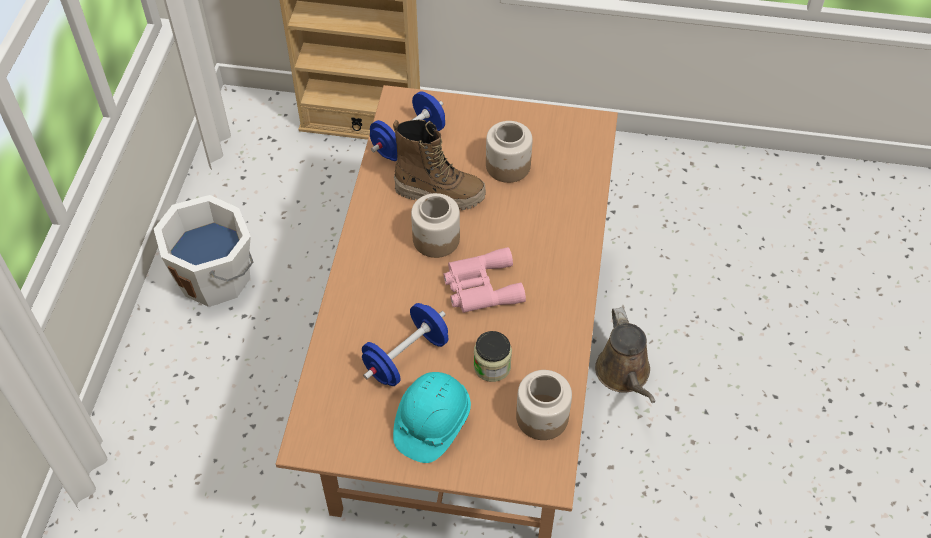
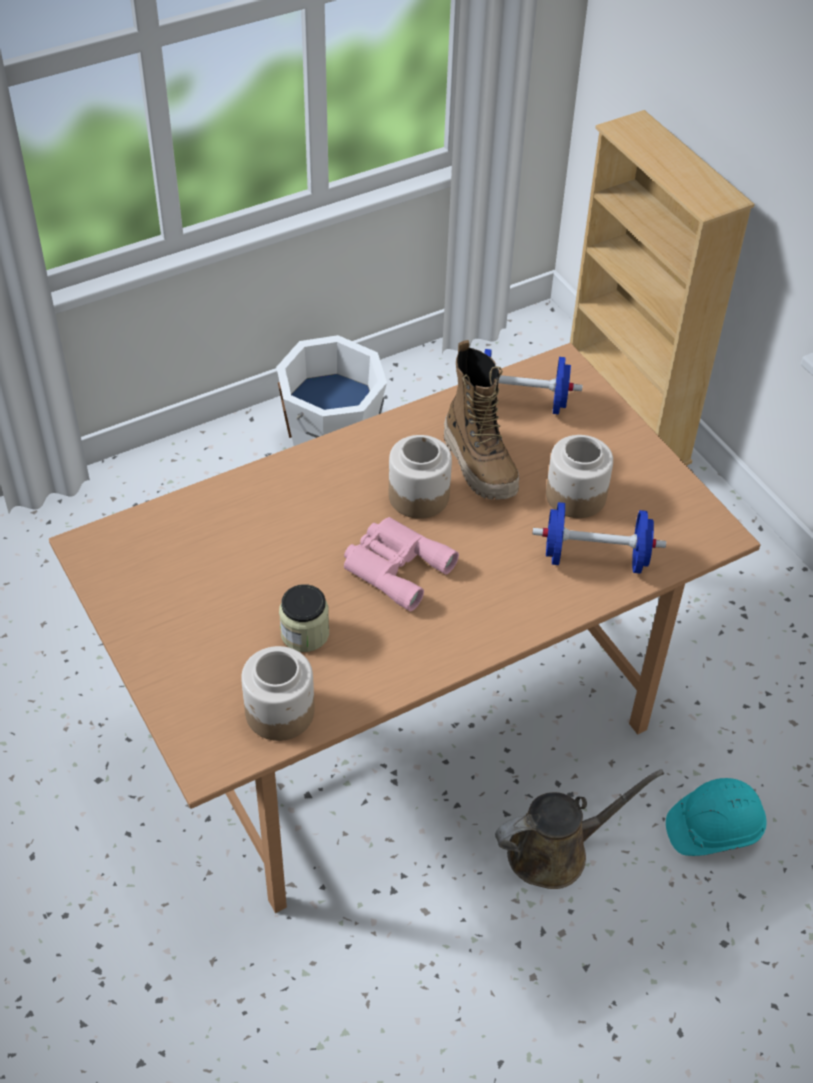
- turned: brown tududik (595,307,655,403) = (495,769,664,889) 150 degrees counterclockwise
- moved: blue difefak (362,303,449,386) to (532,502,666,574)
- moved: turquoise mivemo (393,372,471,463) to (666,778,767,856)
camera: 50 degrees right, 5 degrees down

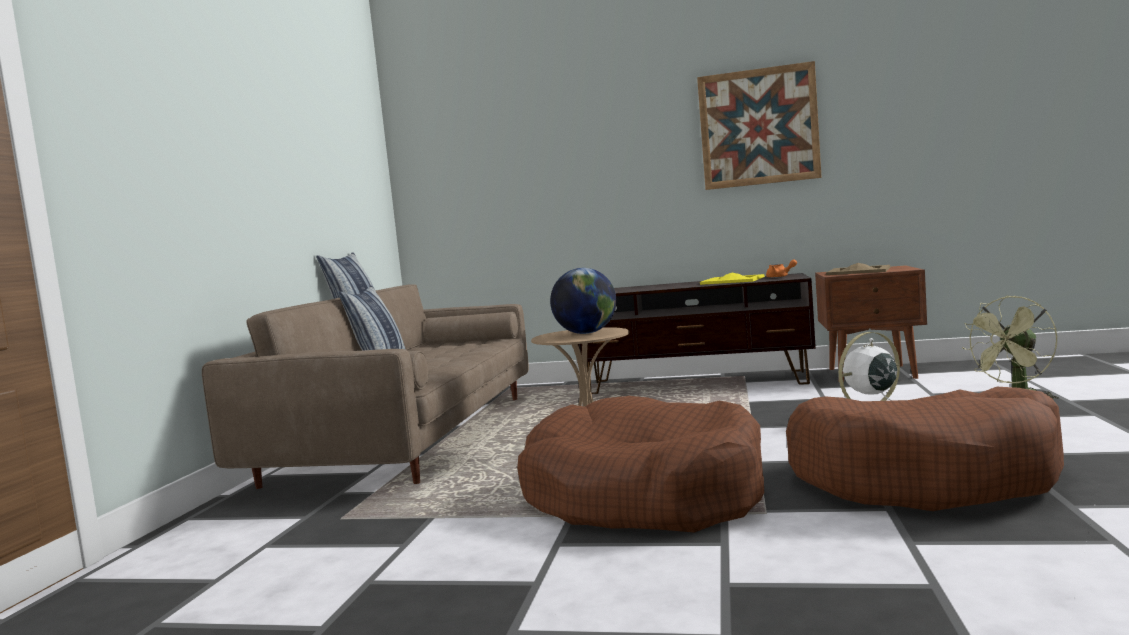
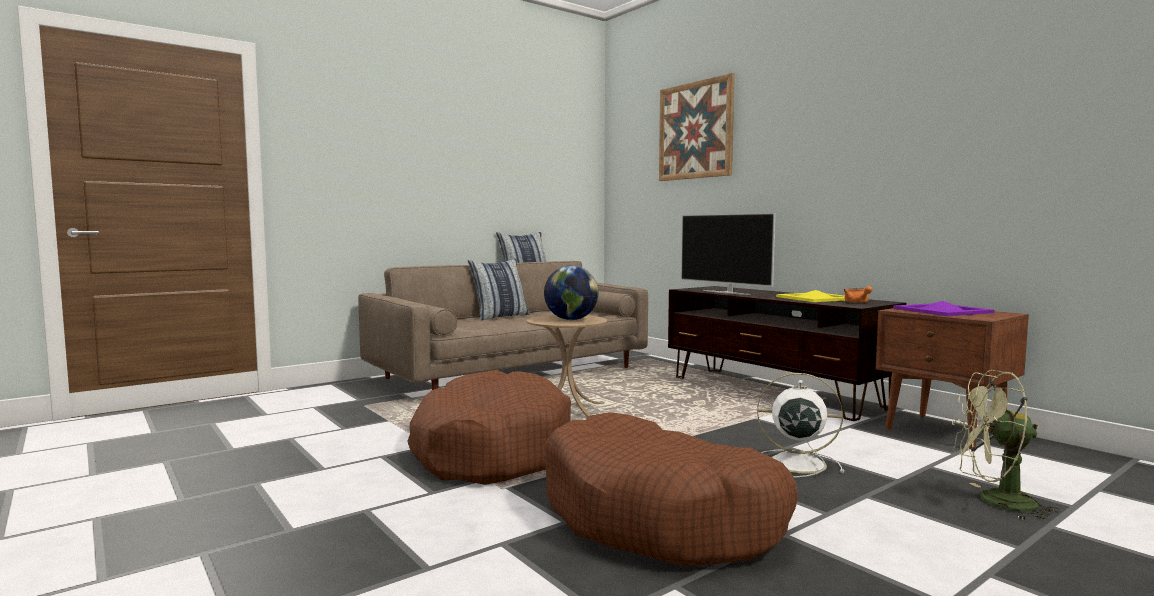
- moved: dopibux (697,61,822,190) to (659,73,734,181)
- added: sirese (681,213,775,295)
- recoloured: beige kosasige (826,263,890,275) to purple kosasige (893,301,995,316)
camera: 40 degrees right, 0 degrees up

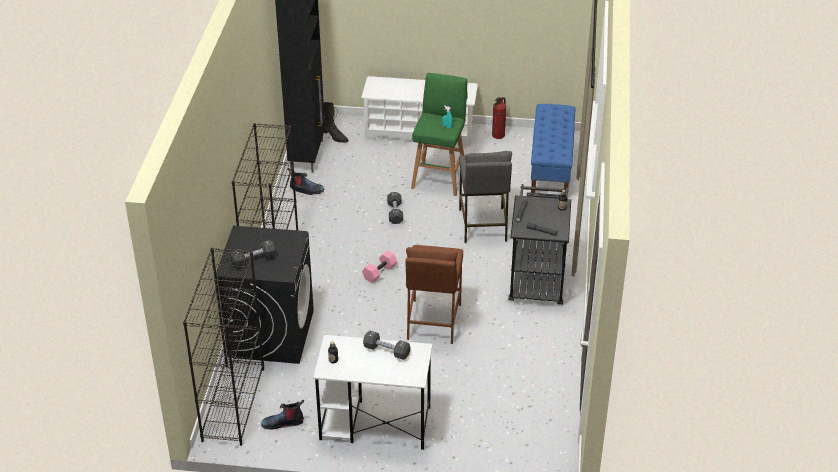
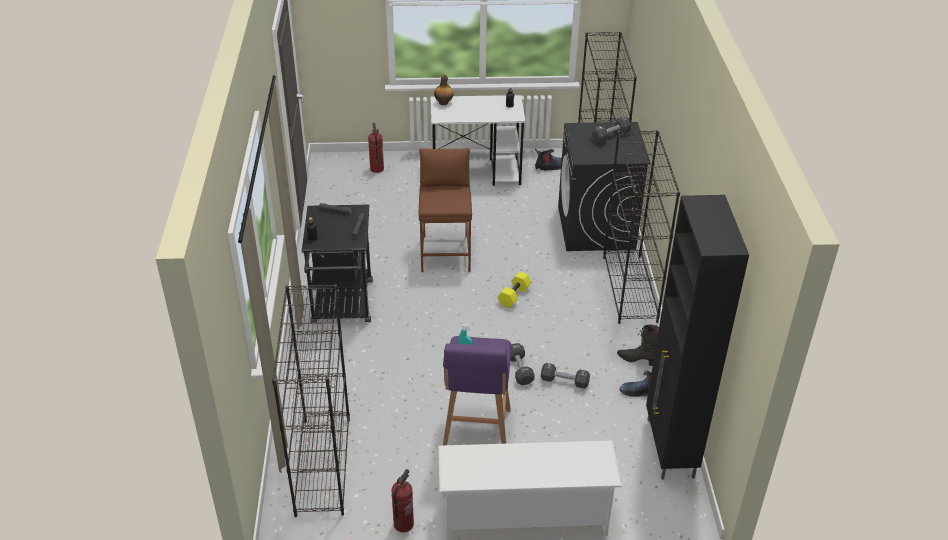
- replaced: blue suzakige (531,104,575,197) to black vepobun (272,284,350,517)
- added: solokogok (368,123,384,173)
- added: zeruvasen (434,75,454,105)
- recoloured: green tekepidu (411,73,467,196) to purple tekepidu (443,336,511,445)
- recoloured: pink difefak (362,250,397,283) to yellow difefak (498,271,531,308)
- moved: black difefak (363,331,410,360) to (541,363,590,389)
- moved: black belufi (324,102,349,143) to (617,324,659,366)
- removed: grey tekepidu (459,151,512,243)
camera: 170 degrees right, 0 degrees up

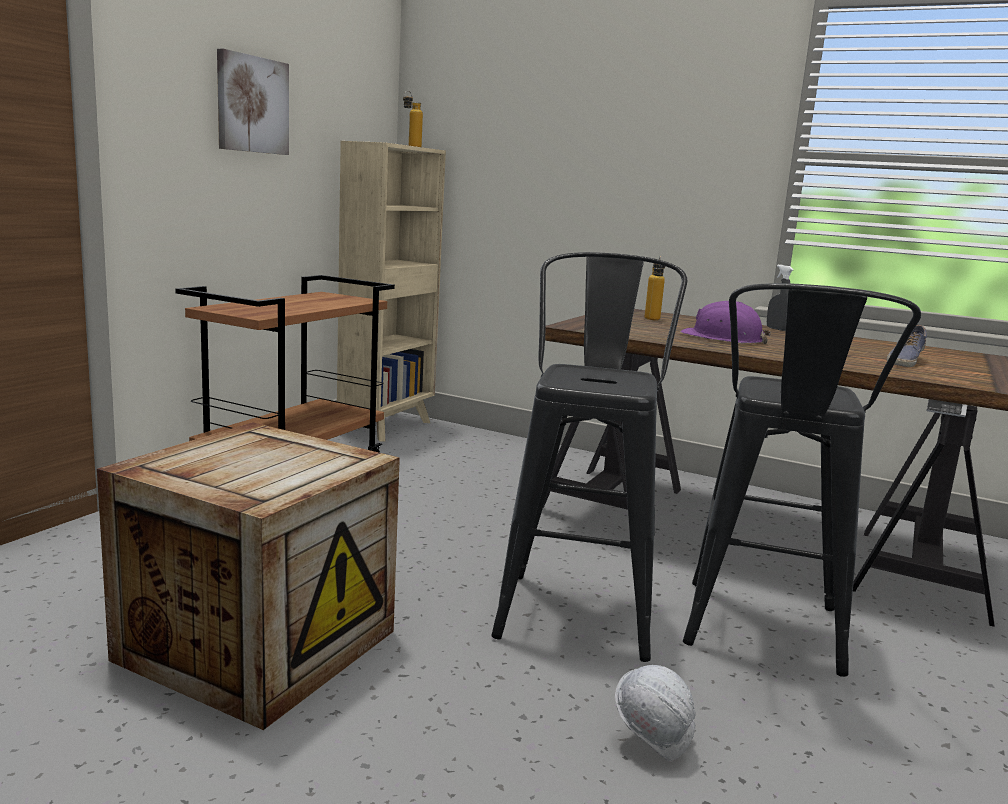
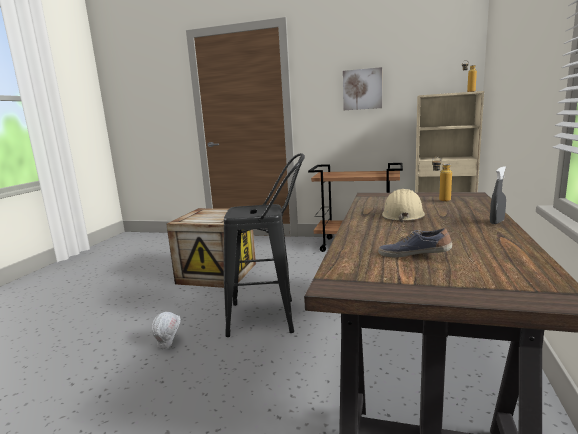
- recoloured: purple mivemo (680,301,772,344) to beige mivemo (382,189,425,223)
- removed: black tekepidu (683,283,921,677)
camera: 80 degrees right, 0 degrees up

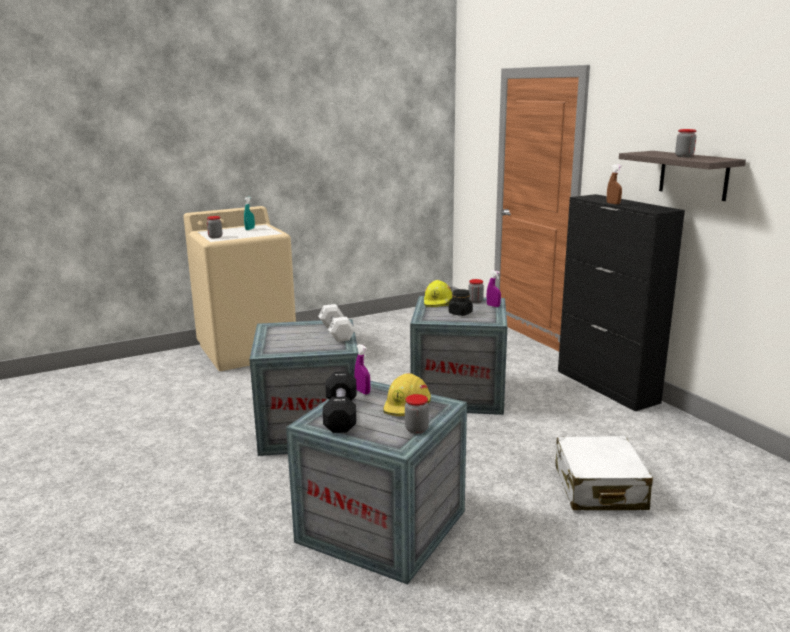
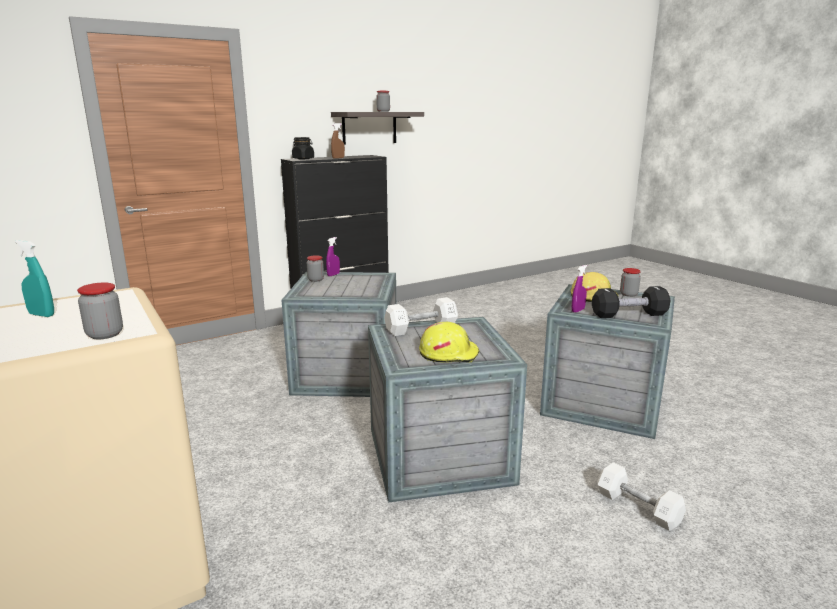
- moved: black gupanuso (449,289,473,316) to (292,137,314,159)
- moved: yellow mivemo (424,280,452,307) to (419,322,479,363)
- added: white difefak (598,462,686,531)
- removed: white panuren (555,436,653,510)
camera: 95 degrees left, 0 degrees up

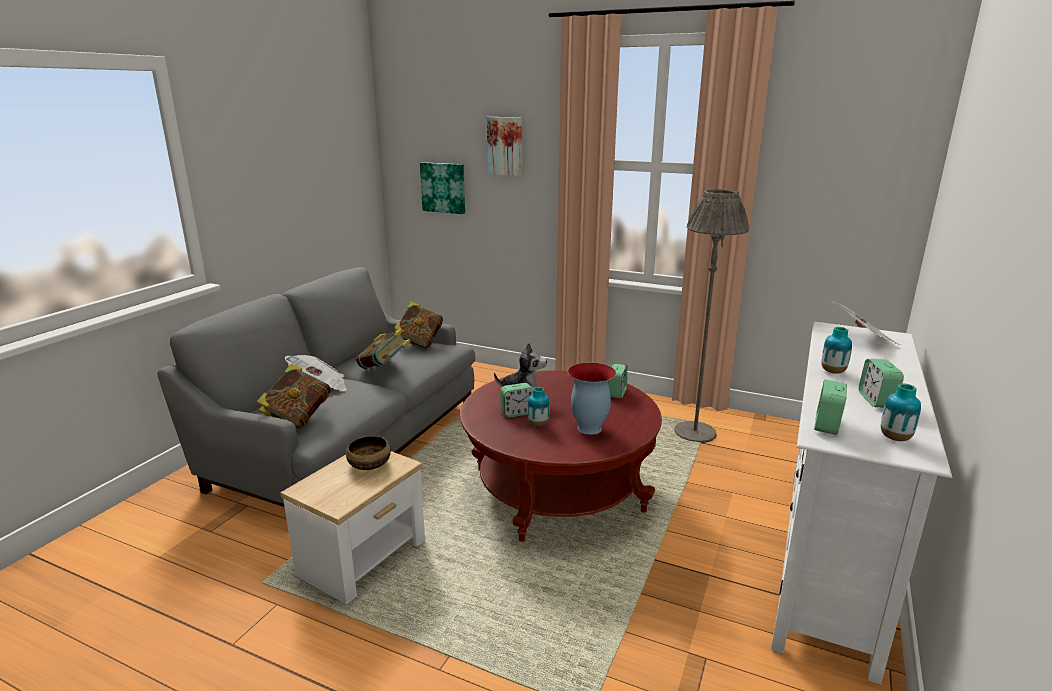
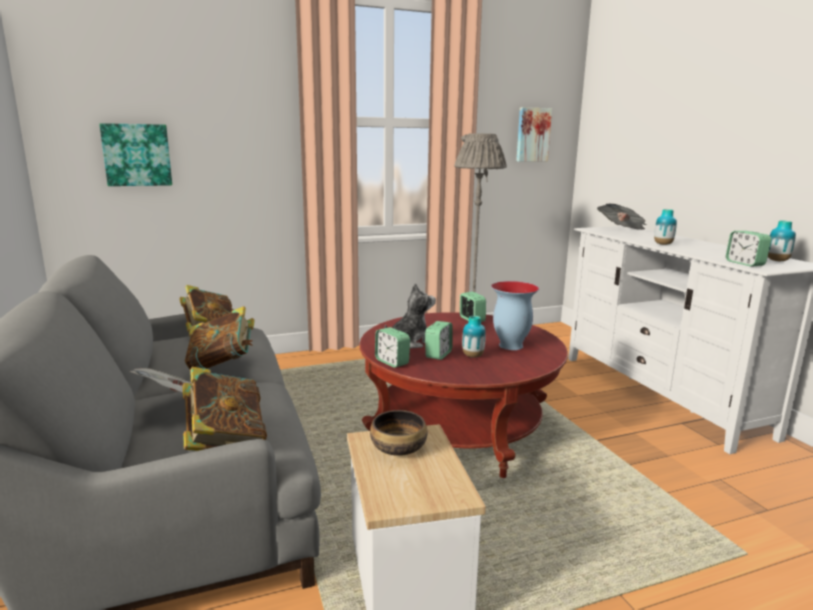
- moved: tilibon (859,359,904,407) to (375,327,410,368)
- moved: dopibux (487,117,522,176) to (516,107,552,162)
camera: 45 degrees left, 5 degrees down

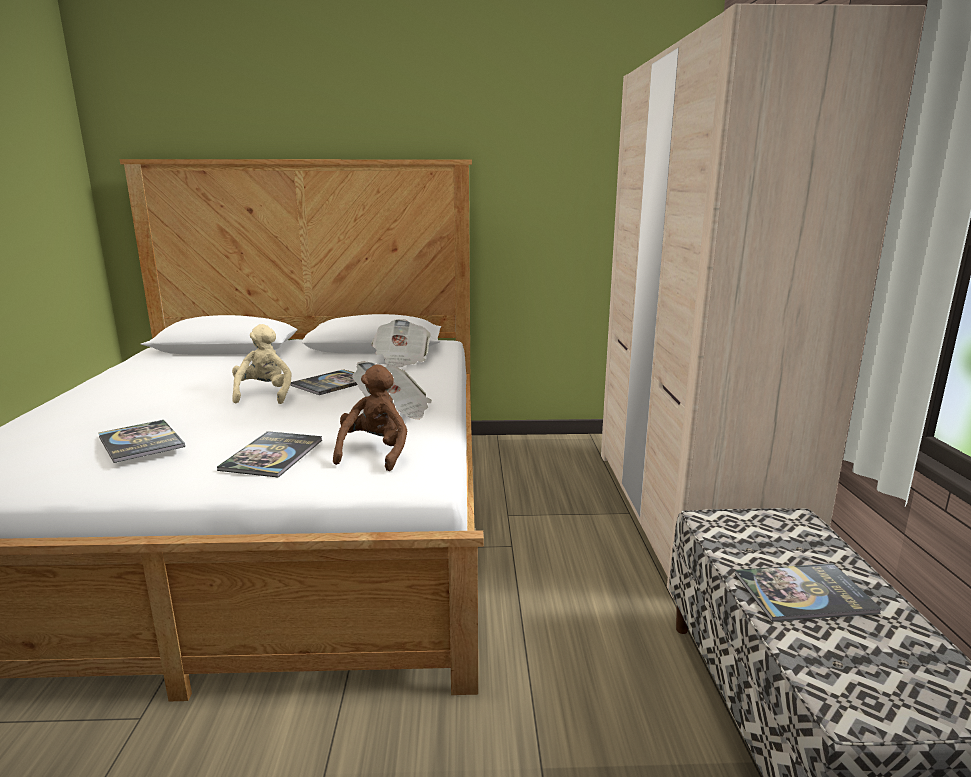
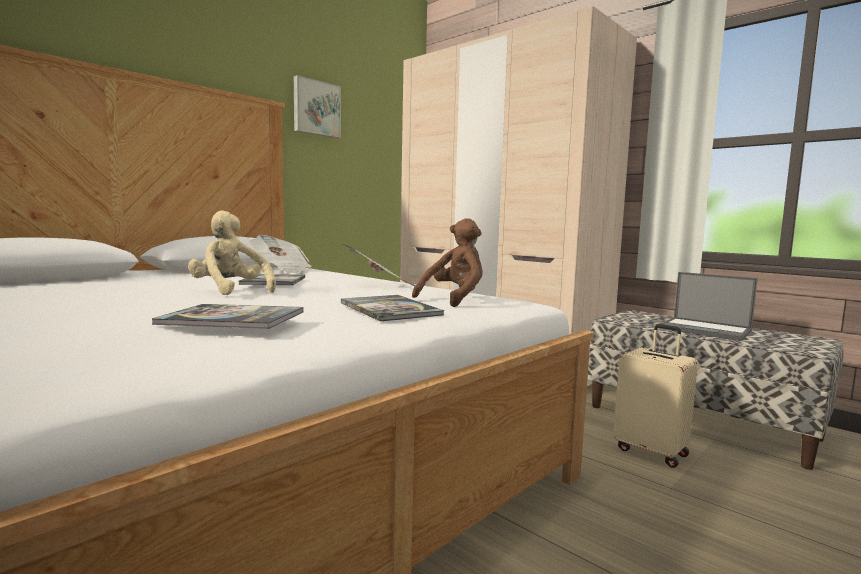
- added: dopibux (294,75,341,138)
- turned: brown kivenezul (333,364,407,471) = (412,218,482,307) 75 degrees clockwise
- added: beige panuren (613,324,698,468)
- replaced: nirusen (735,563,882,622) to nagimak (659,272,758,341)
camera: 45 degrees left, 10 degrees down

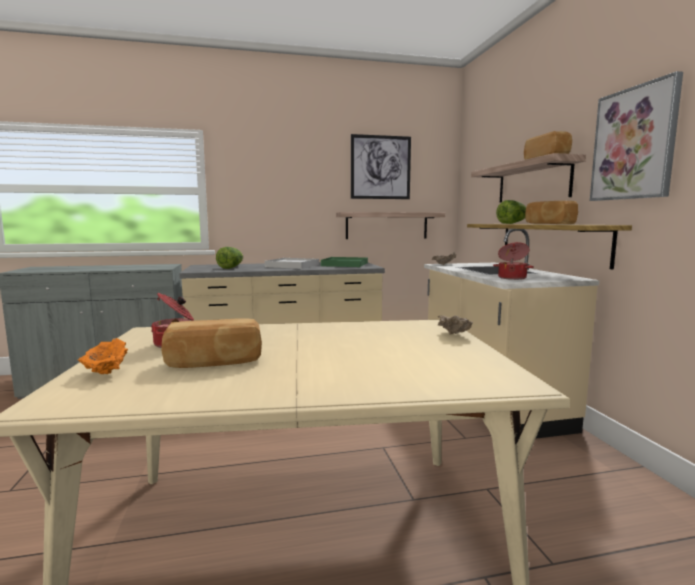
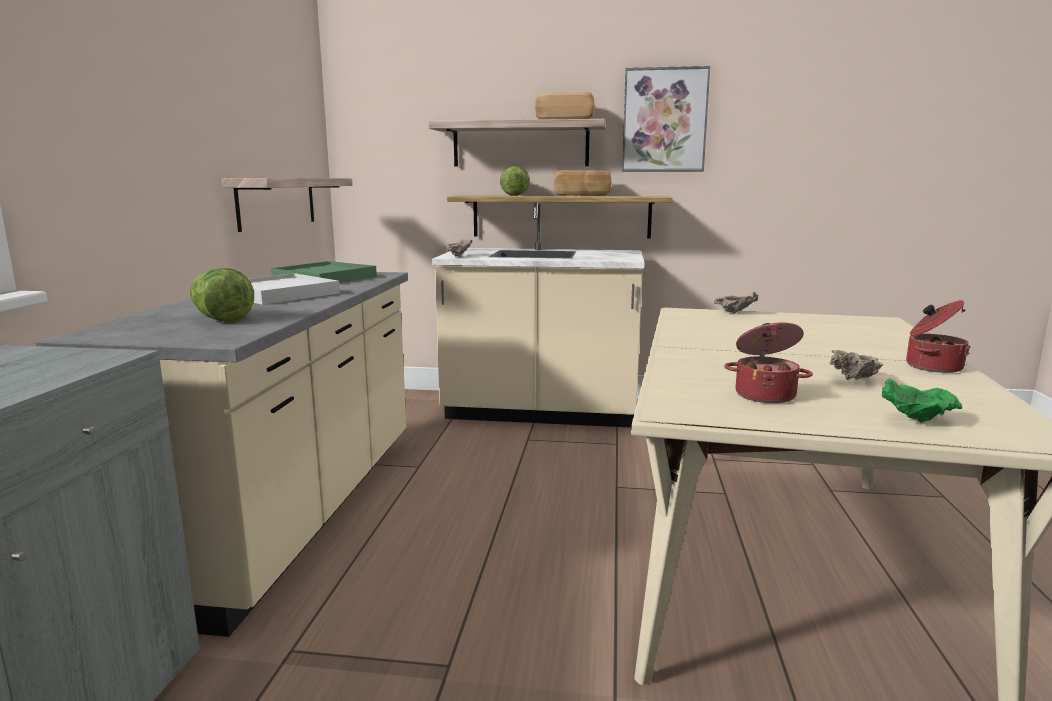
- replaced: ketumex (161,318,262,368) to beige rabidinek (830,350,883,380)
- recoloured: orange rabidinek (78,338,128,374) to green rabidinek (882,378,962,423)
- moved: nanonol (493,242,534,280) to (906,300,971,373)
- removed: dopibux (351,134,411,199)
camera: 70 degrees left, 5 degrees up

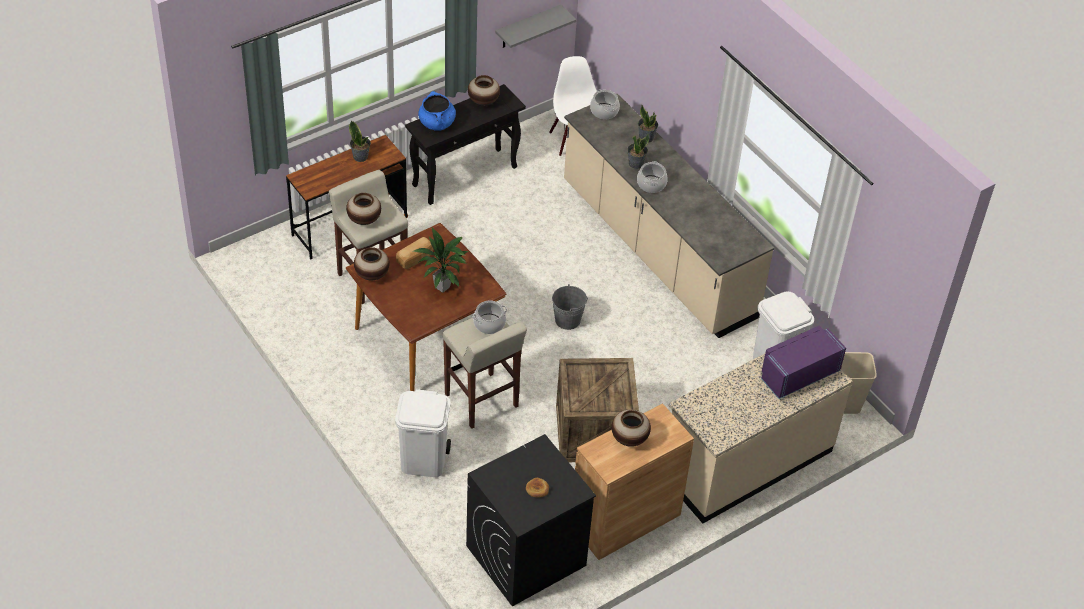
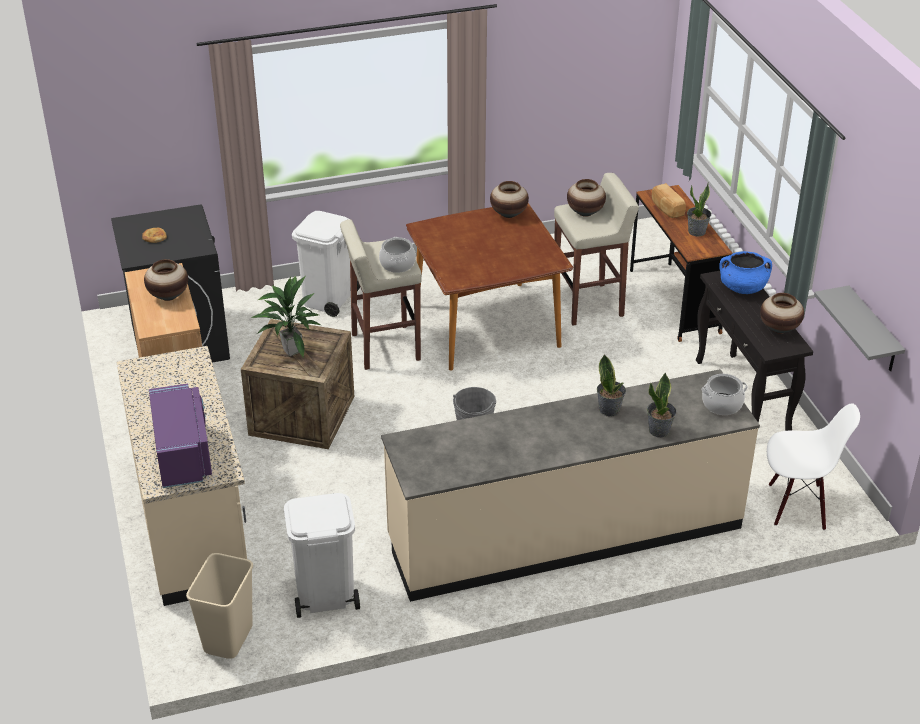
- moved: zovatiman (413,228,468,293) to (251,276,321,357)
- moved: ketumex (396,237,433,269) to (652,183,686,218)
- removed: nanonol (637,161,668,193)
camera: 110 degrees right, 10 degrees down

